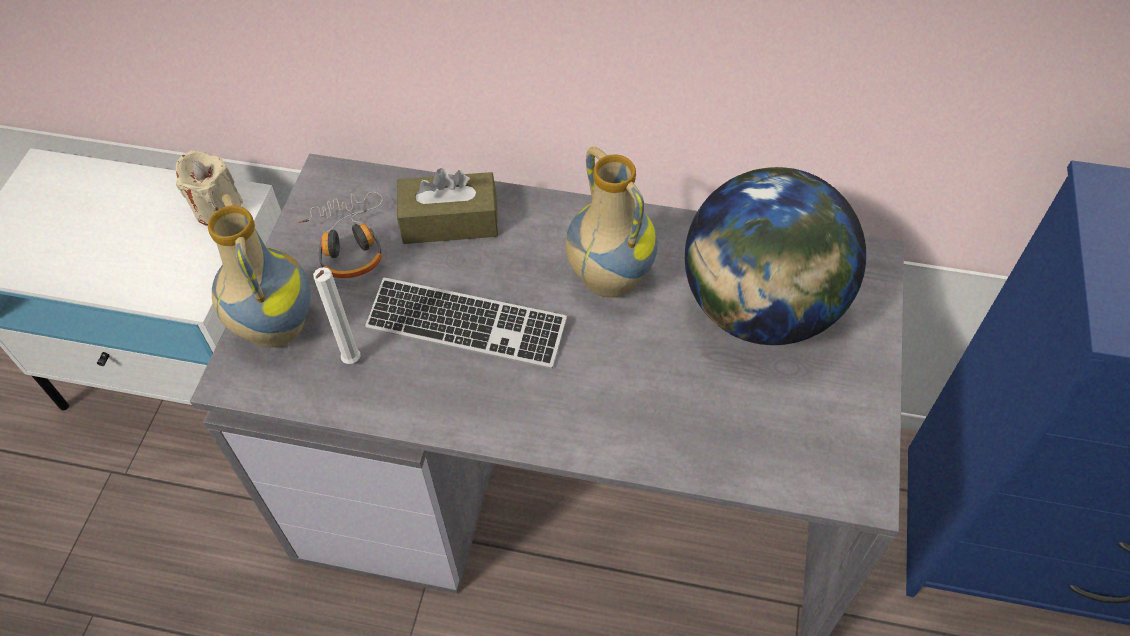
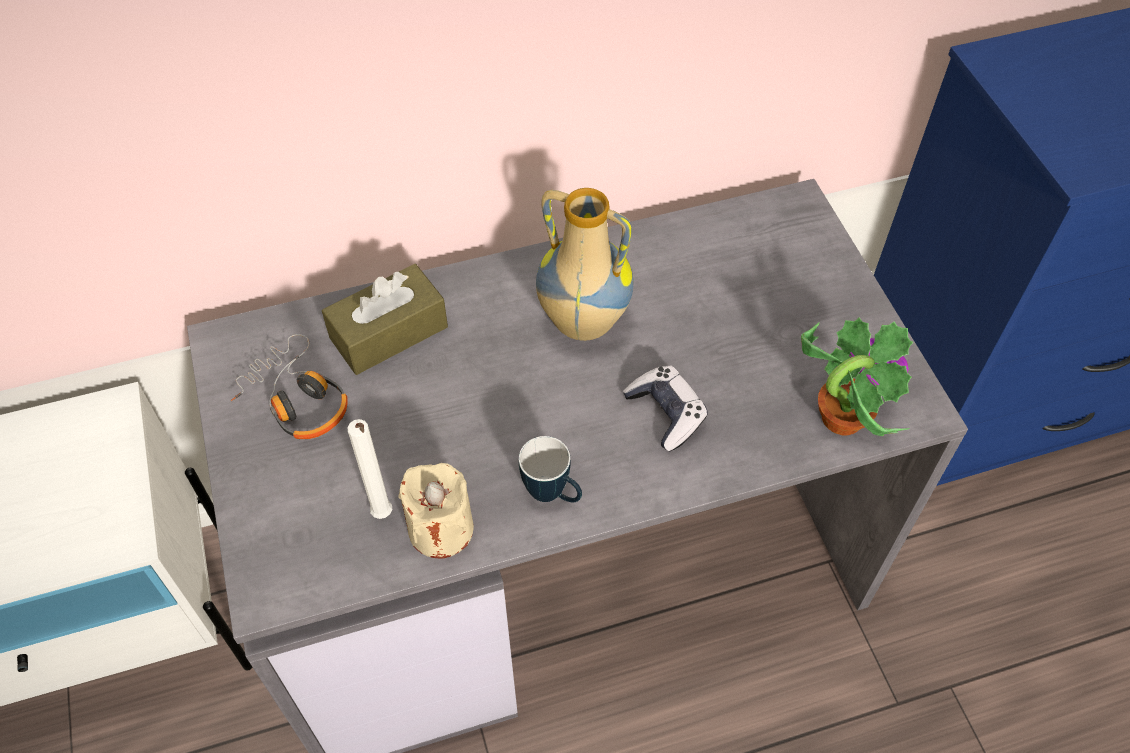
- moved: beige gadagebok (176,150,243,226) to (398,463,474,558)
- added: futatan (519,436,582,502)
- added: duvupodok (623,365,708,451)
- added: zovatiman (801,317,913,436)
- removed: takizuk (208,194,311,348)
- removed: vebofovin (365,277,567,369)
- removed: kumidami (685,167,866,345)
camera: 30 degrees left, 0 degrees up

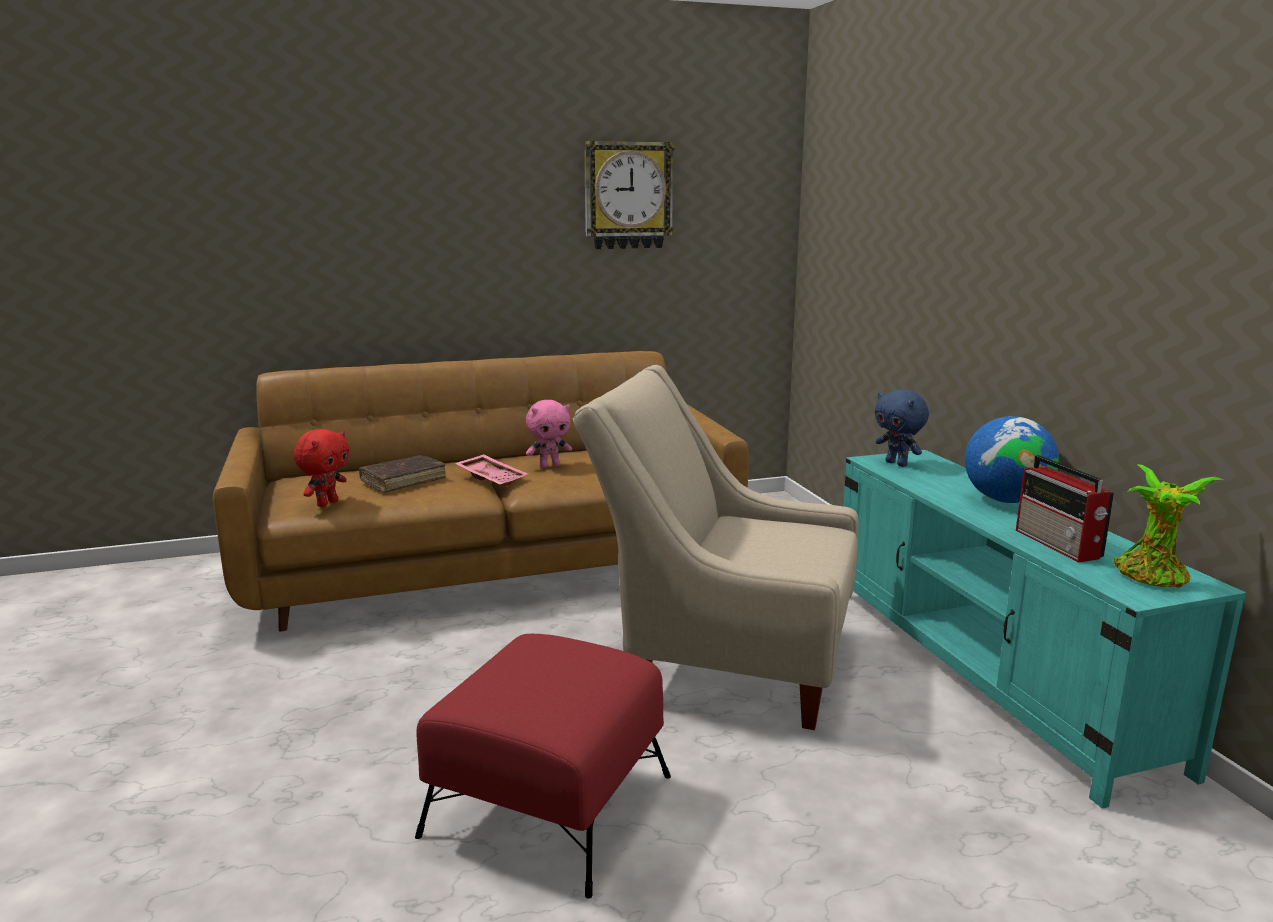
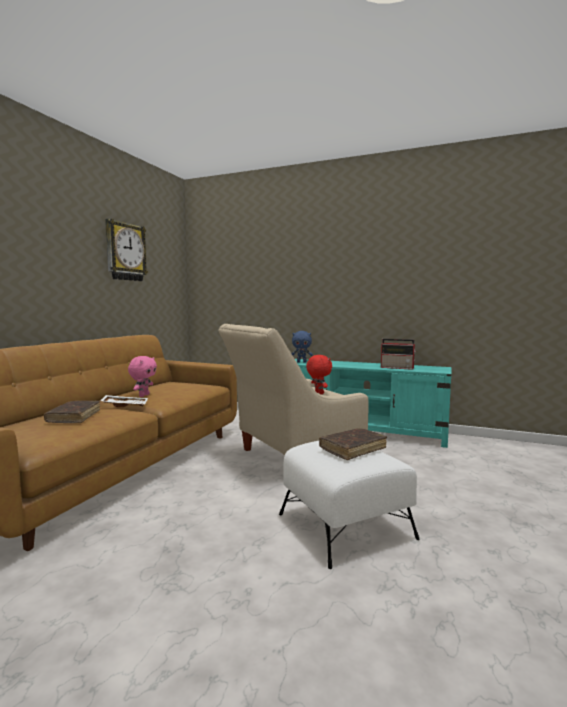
- recoloured: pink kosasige (455,454,528,486) to white kosasige (100,395,148,407)
- recoloured: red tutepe (415,634,671,899) to white tutepe (279,441,420,569)
- moved: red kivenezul (293,429,349,507) to (306,355,332,394)
- added: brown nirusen (319,428,387,460)
- removed: kumidami (965,416,1059,503)
- removed: zovatiman (1114,464,1224,588)
camera: 50 degrees left, 10 degrees down

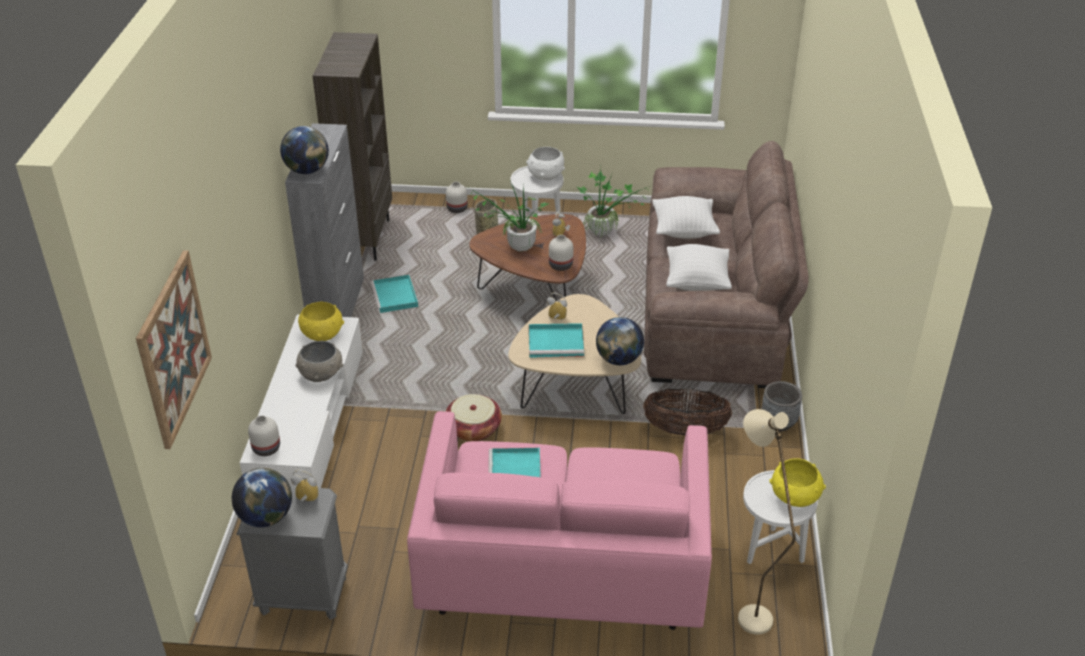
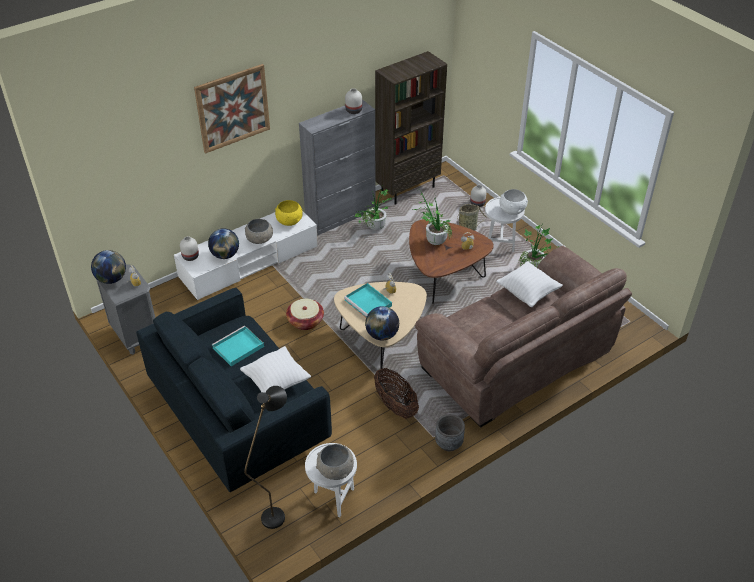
- recoloured: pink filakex (407,411,712,630) to blue filakex (136,288,332,492)
- moved: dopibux (136,250,212,449) to (194,64,270,154)
- moved: kumidami (280,126,329,174) to (208,228,239,259)
- moved: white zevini (666,244,732,291) to (240,346,311,393)
- recoloured: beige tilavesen (738,409,796,635) to black tilavesen (244,386,287,529)
- recoloured: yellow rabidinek (769,458,826,507) to grey rabidinek (316,444,354,480)
- moved: white takizuk (549,235,574,271) to (345,88,362,114)
- replaced: turquoise kosasige (371,275,418,313) to zovatiman (354,186,392,230)
camera: 50 degrees right, 5 degrees up

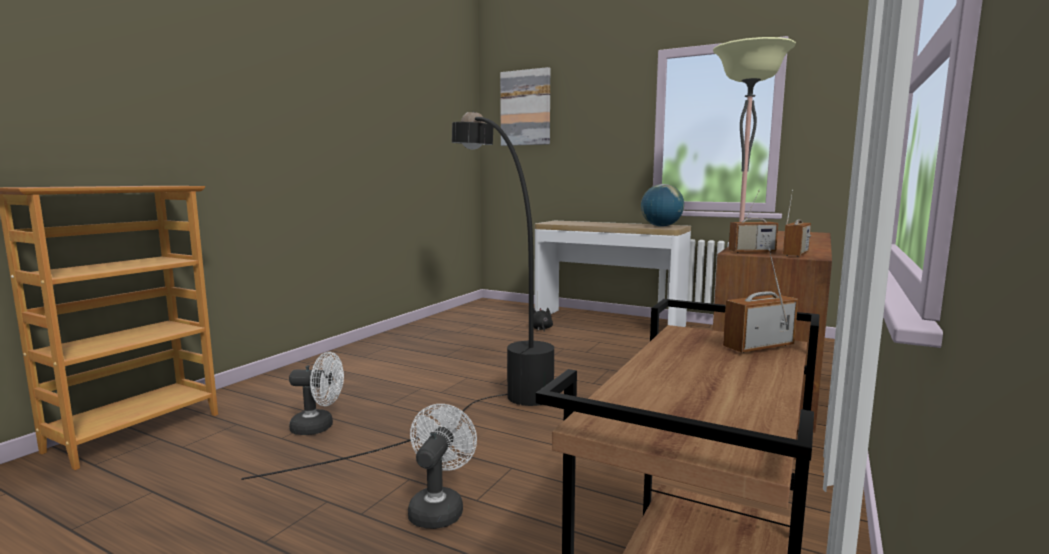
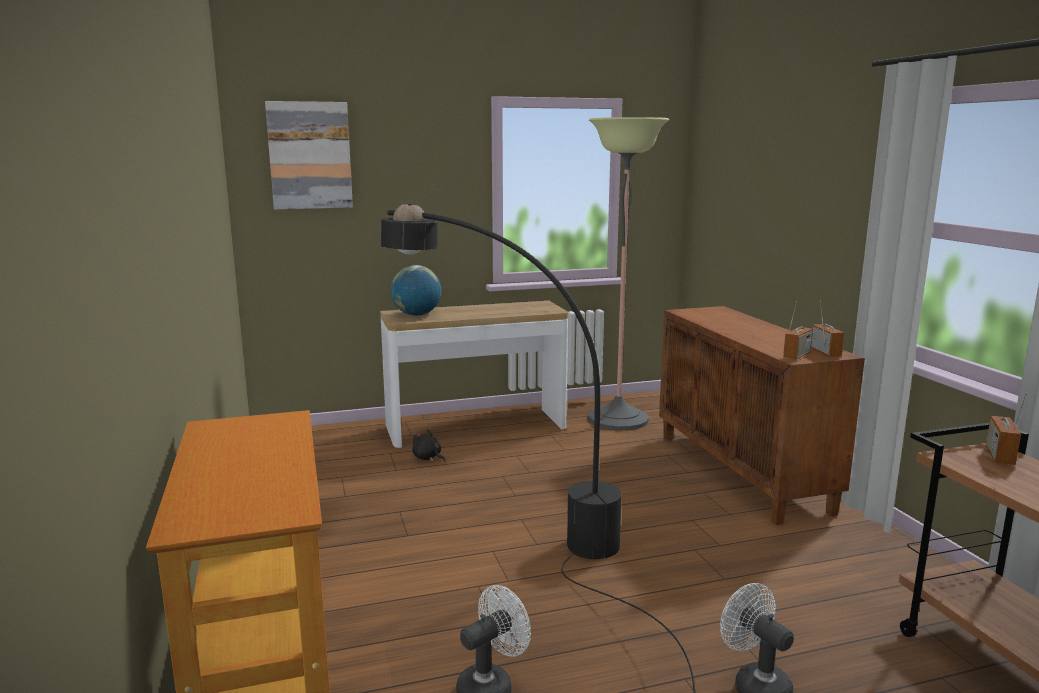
- moved: kumidami (641,184,684,227) to (391,265,441,316)
camera: 45 degrees left, 5 degrees up

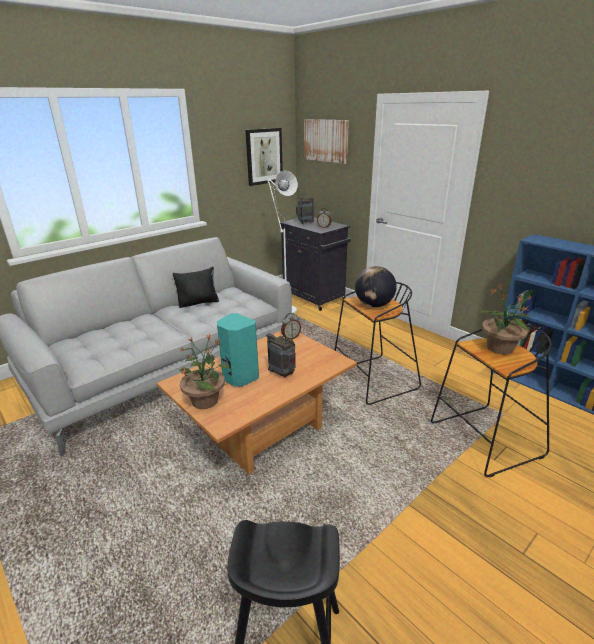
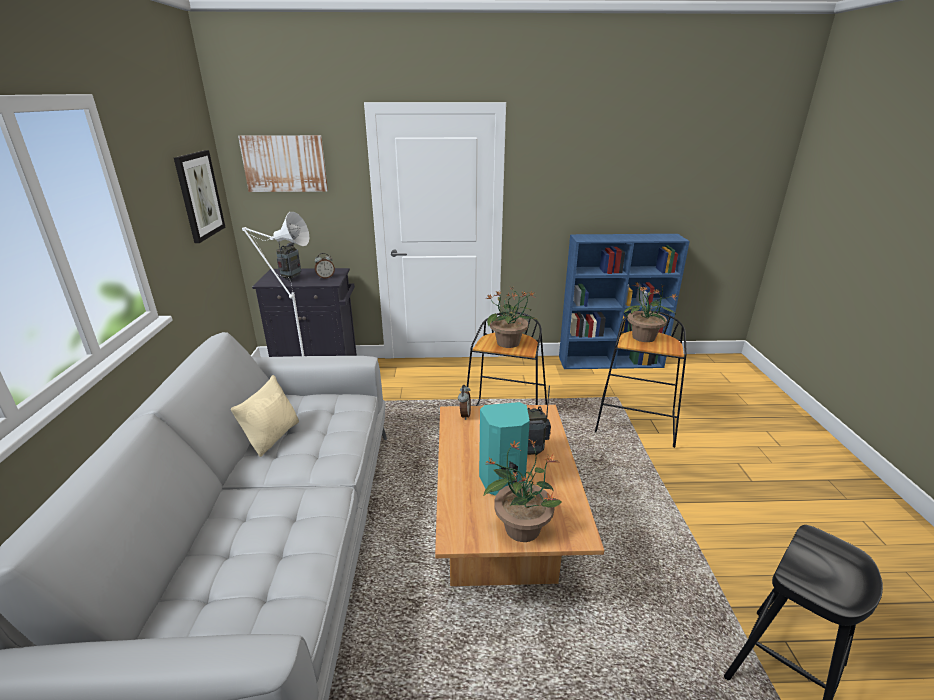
- recoloured: black zevini (172,267,219,308) to beige zevini (231,375,299,457)
- replaced: kumidami (355,266,397,307) to zovatiman (486,287,538,348)
camera: 50 degrees left, 0 degrees up

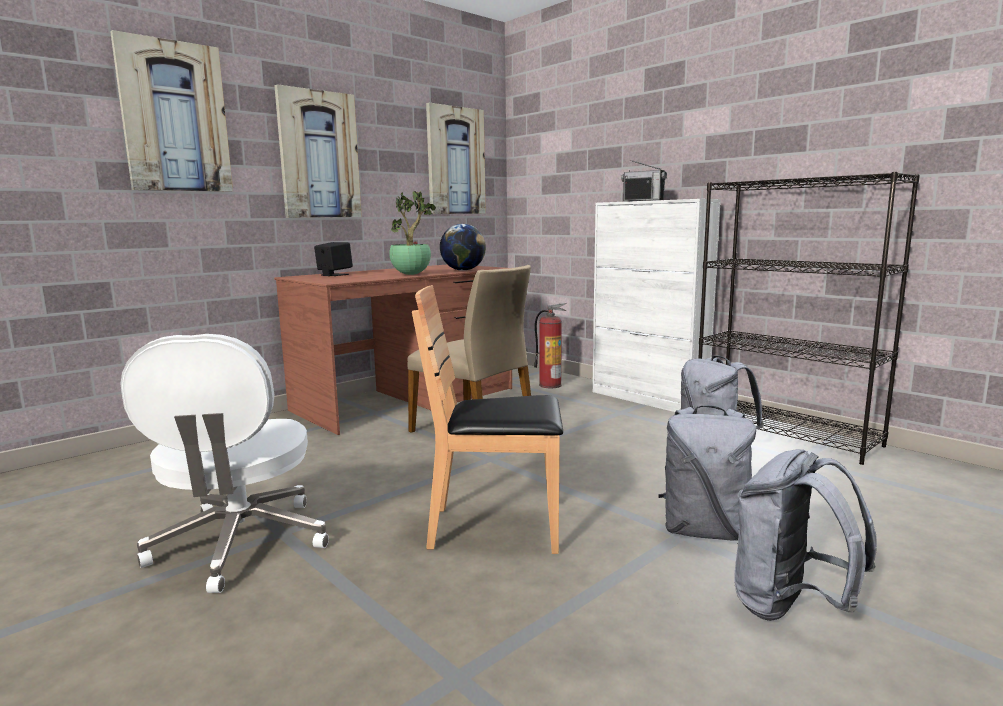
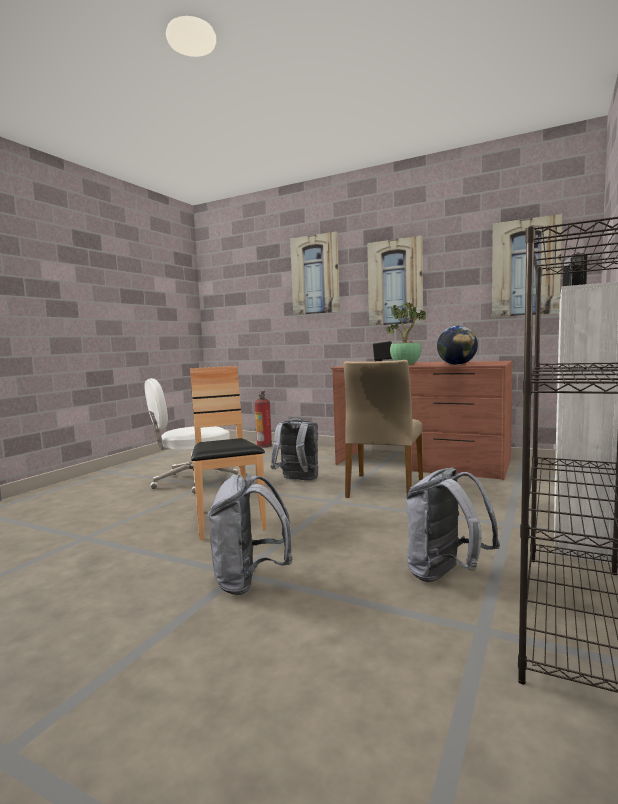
- moved: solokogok (534,303,566,388) to (255,391,272,448)
- moved: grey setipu (734,449,877,621) to (271,418,318,481)
camera: 70 degrees right, 5 degrees down

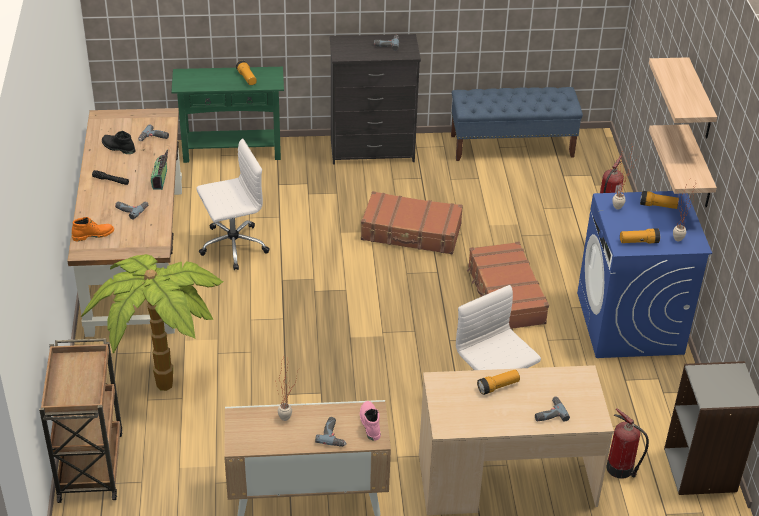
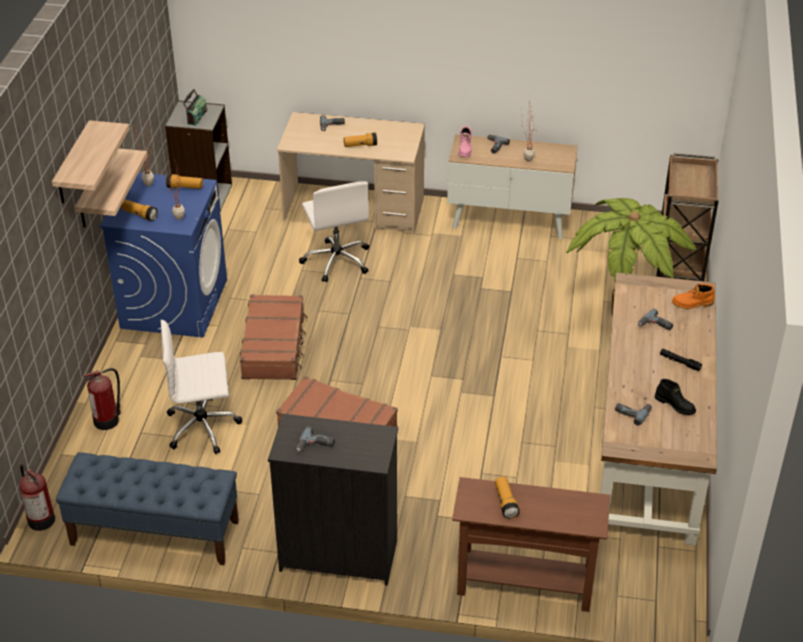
- moved: solokogok (607,408,649,479) to (19,464,55,531)
- moved: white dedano (196,138,270,270) to (160,320,242,454)
- moved: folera (151,149,168,190) to (183,89,207,126)
- recoloured: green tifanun (171,67,284,163) to brown tifanun (452,477,610,612)
camera: 165 degrees left, 0 degrees up

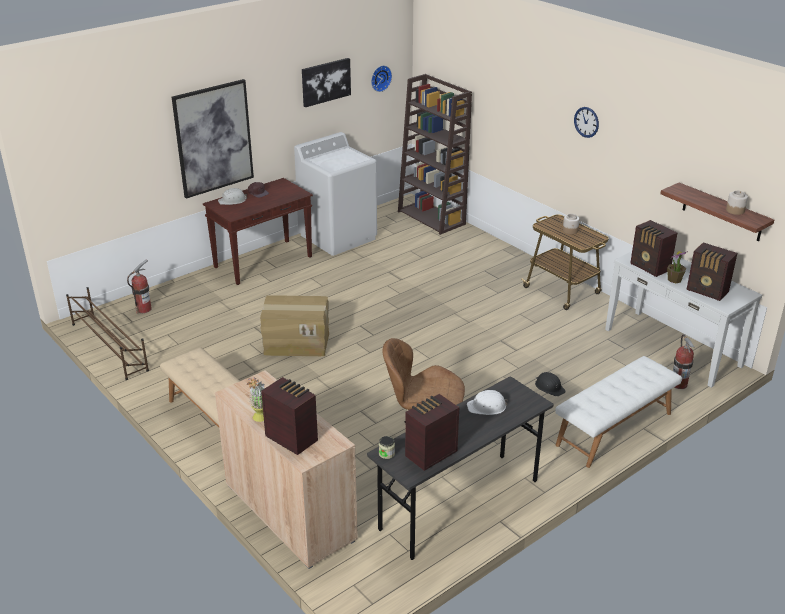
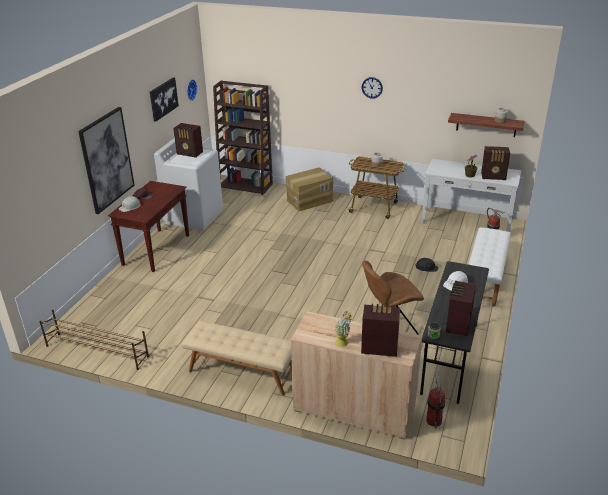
- moved: folera (630,220,677,277) to (173,123,203,158)
- moved: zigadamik (260,295,329,356) to (286,168,334,211)
- moved: solokogok (127,260,152,314) to (426,371,445,428)
camera: 30 degrees left, 0 degrees up

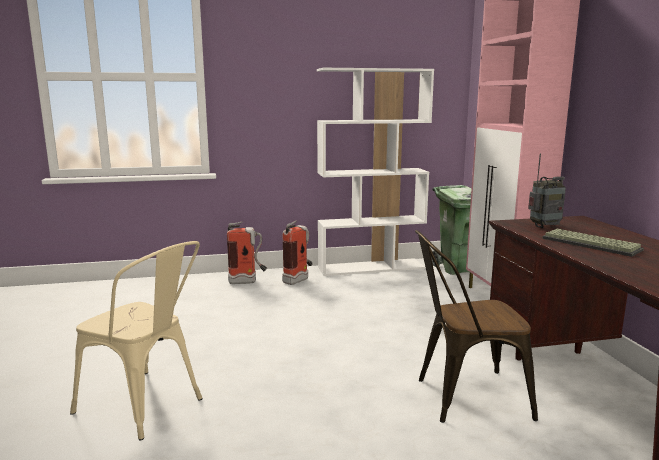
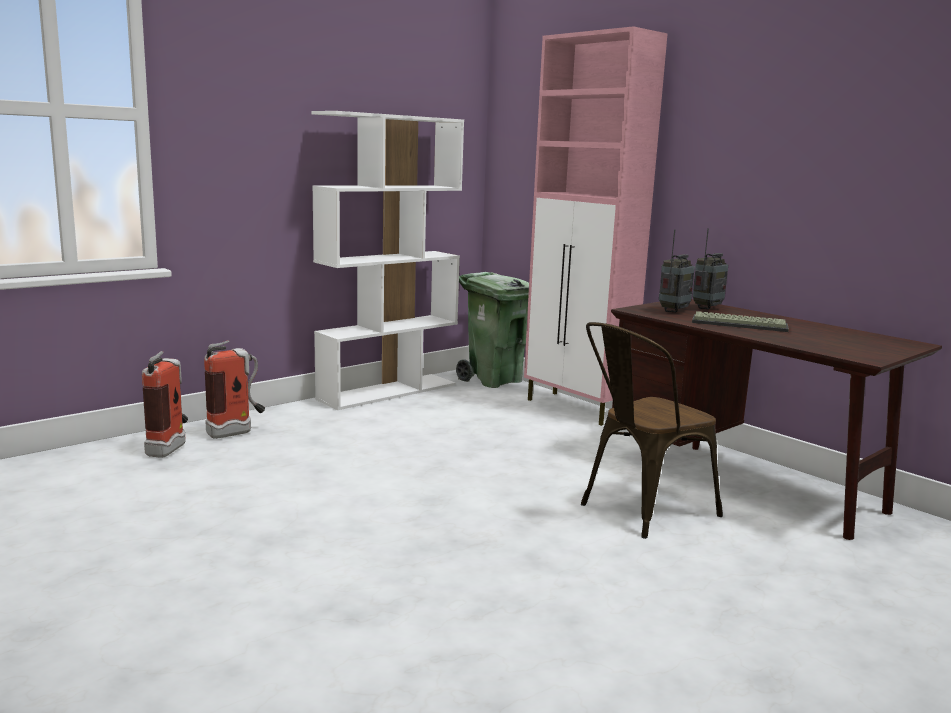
- moved: solokogok (282,221,313,285) to (142,351,188,458)
- added: folera (692,228,728,310)
- removed: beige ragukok (70,241,203,440)
camera: 30 degrees left, 0 degrees up

